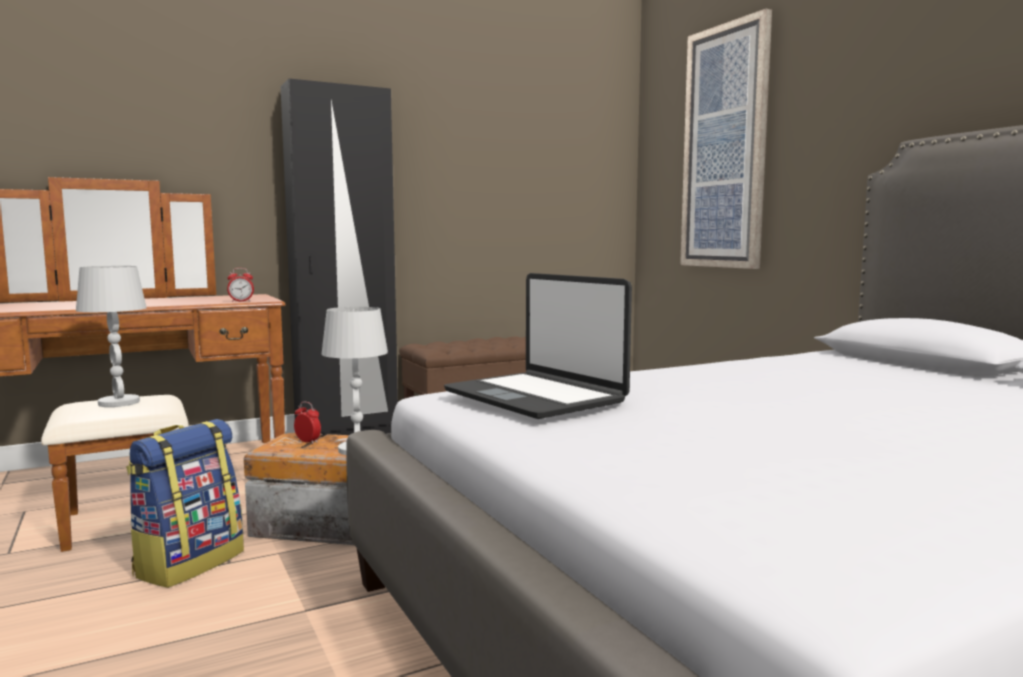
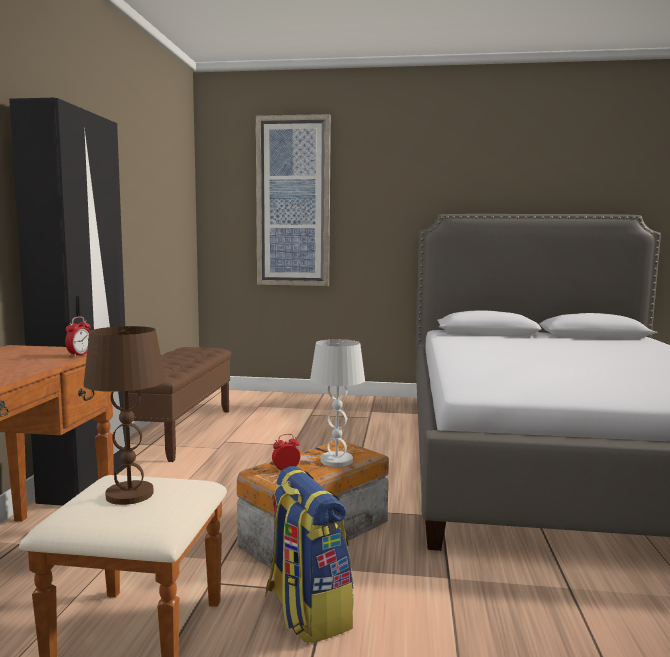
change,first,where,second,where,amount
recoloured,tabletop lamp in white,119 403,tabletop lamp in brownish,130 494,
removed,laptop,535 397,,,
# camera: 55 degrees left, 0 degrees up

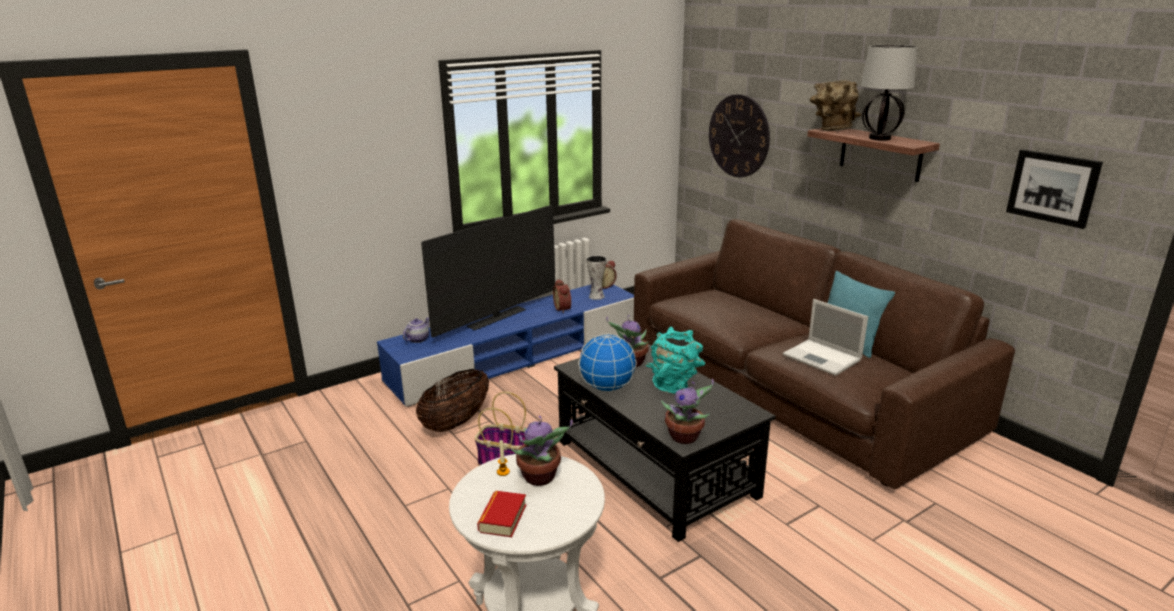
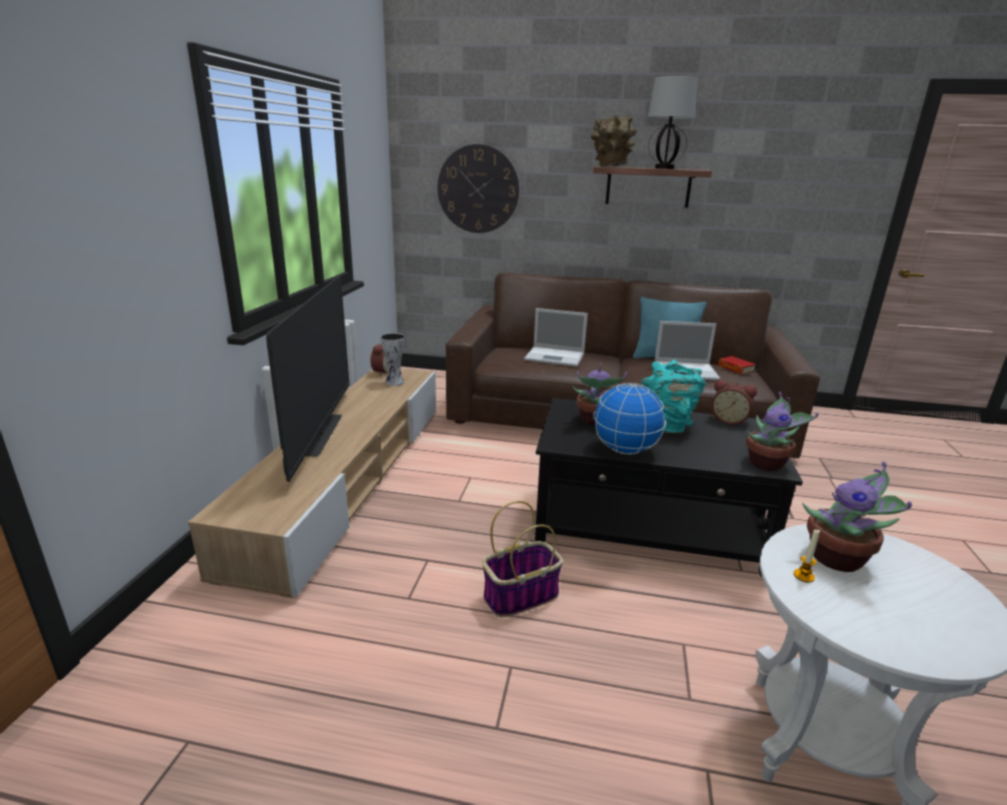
change,first,where,second,where,amount
recoloured,media console in blue,518 357,media console in beige,348 478,
added,,,laptop,556 357,
moved,table clock,563 308,,729 420,
moved,book,502 518,,735 368,
removed,pot for tea,418 339,,,
removed,basket,456 422,,,
removed,wall art,1053 187,,,
# camera: 45 degrees left, 0 degrees up

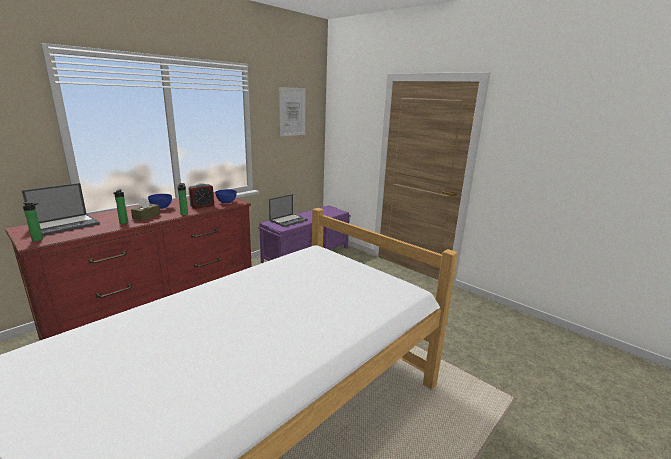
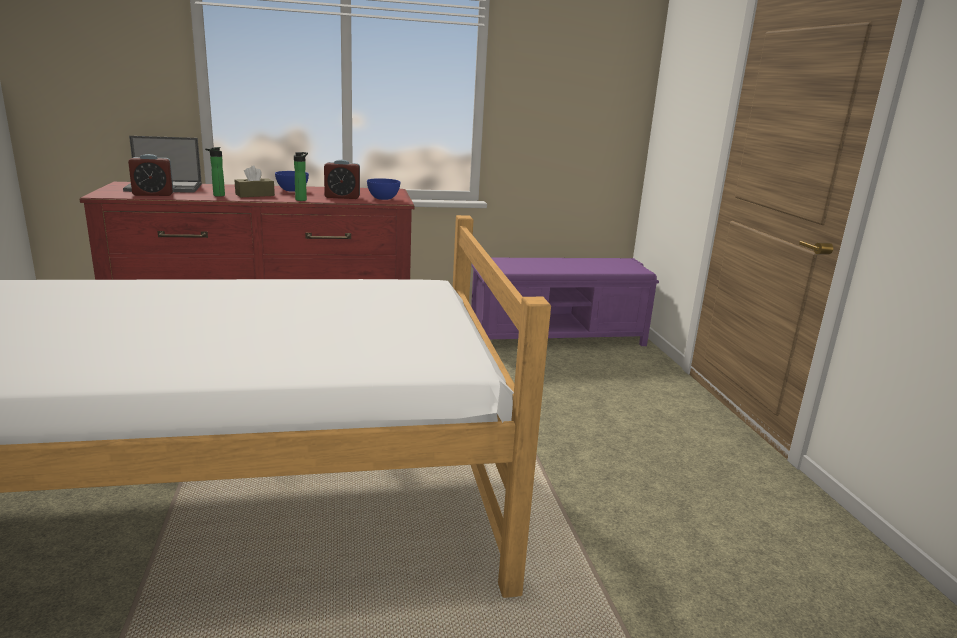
change,first,where,second,where,amount
added,,,table clock,153 194,
removed,beverage bottle,39 239,,,
removed,laptop,288 220,,,
removed,wall art,292 112,,,
# camera: 35 degrees right, 0 degrees up

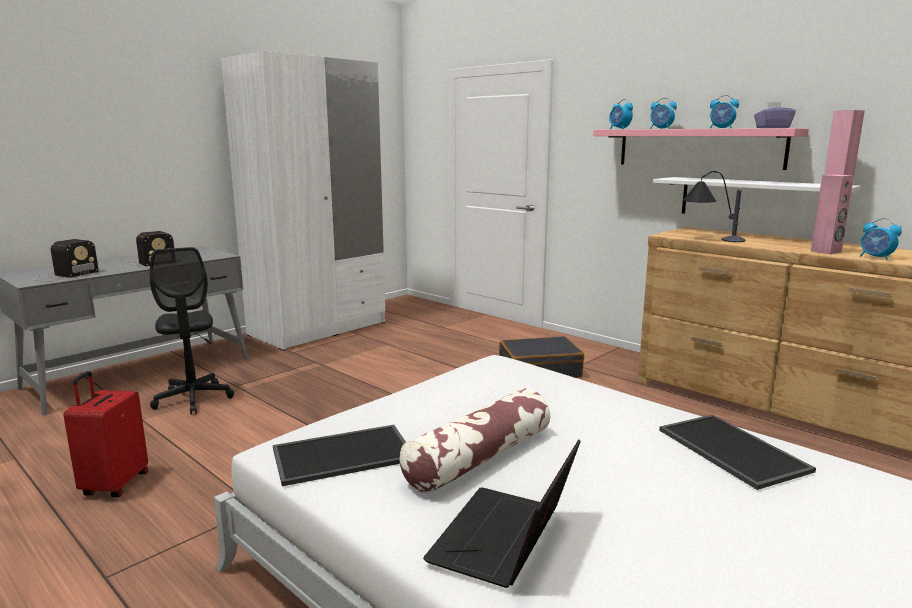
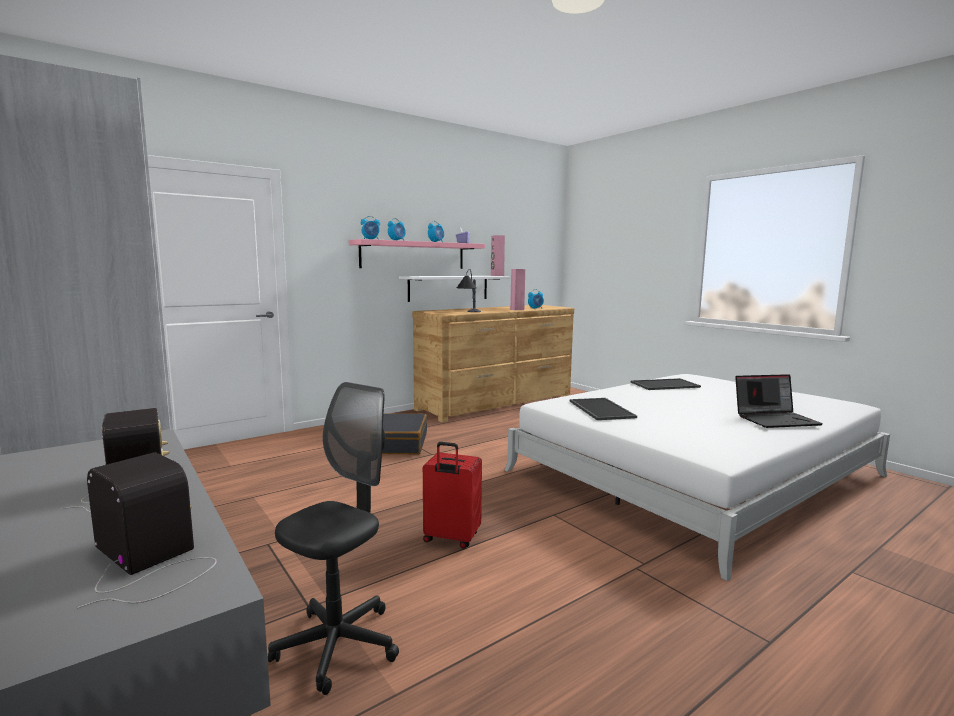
change,first,where,second,where,amount
turned,desk chair in black-coloured,193 399,,338 645,45 degrees counterclockwise
moved,travel case in red-coloured,114 485,,451 538,
moved,tray,344 453,,600 409,
turned,laptop,505 540,,776 419,45 degrees counterclockwise
removed,cushion,479 458,,,
# camera: 80 degrees left, 5 degrees down

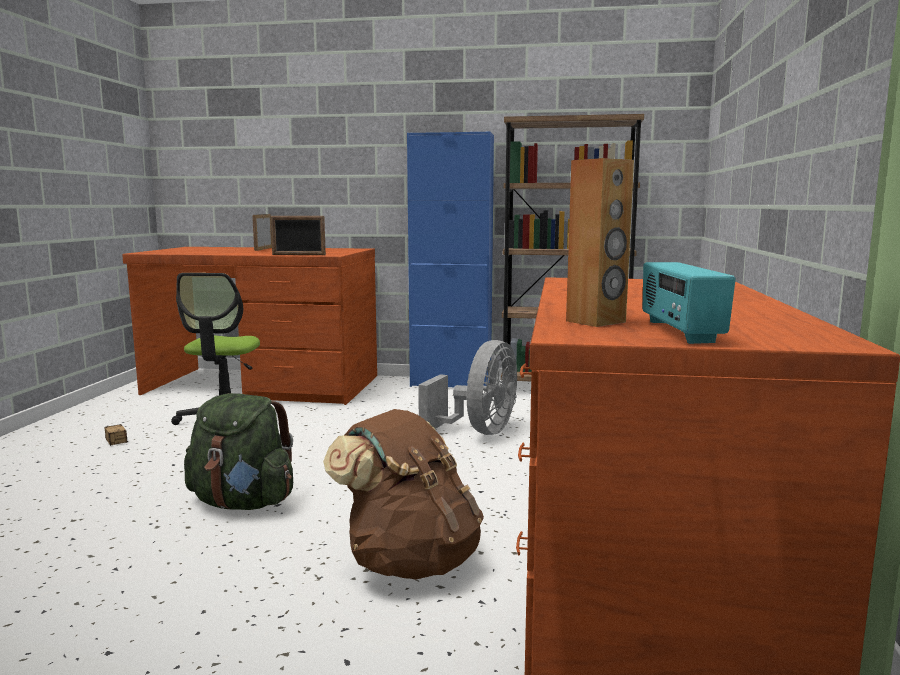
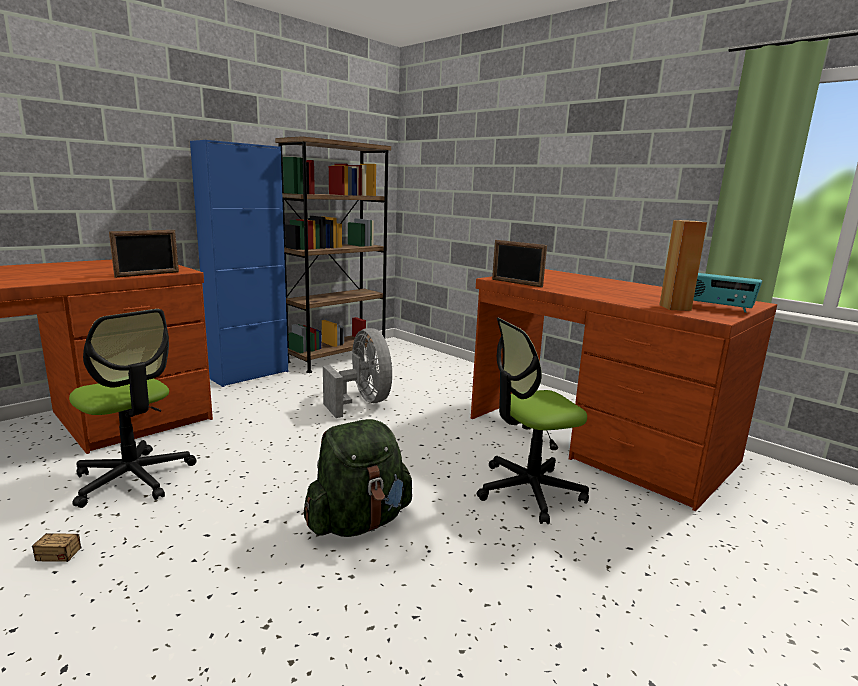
change,first,where,second,where,amount
replaced,knapsack in brownish,409 561,desk chair,529 491,
moved,standing frame,263 249,,516 283,
# camera: 55 degrees left, 5 degrees up

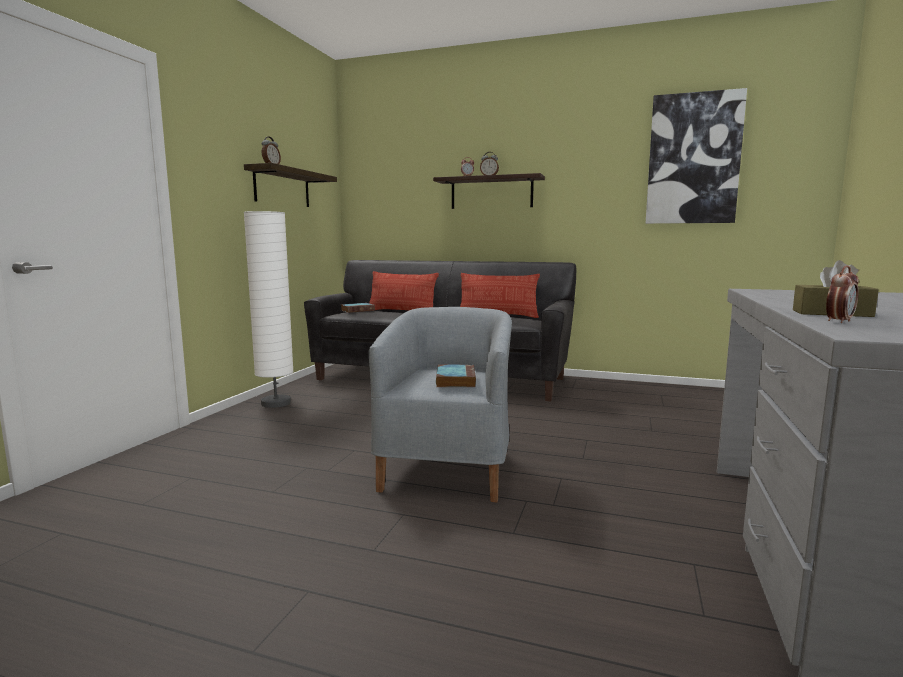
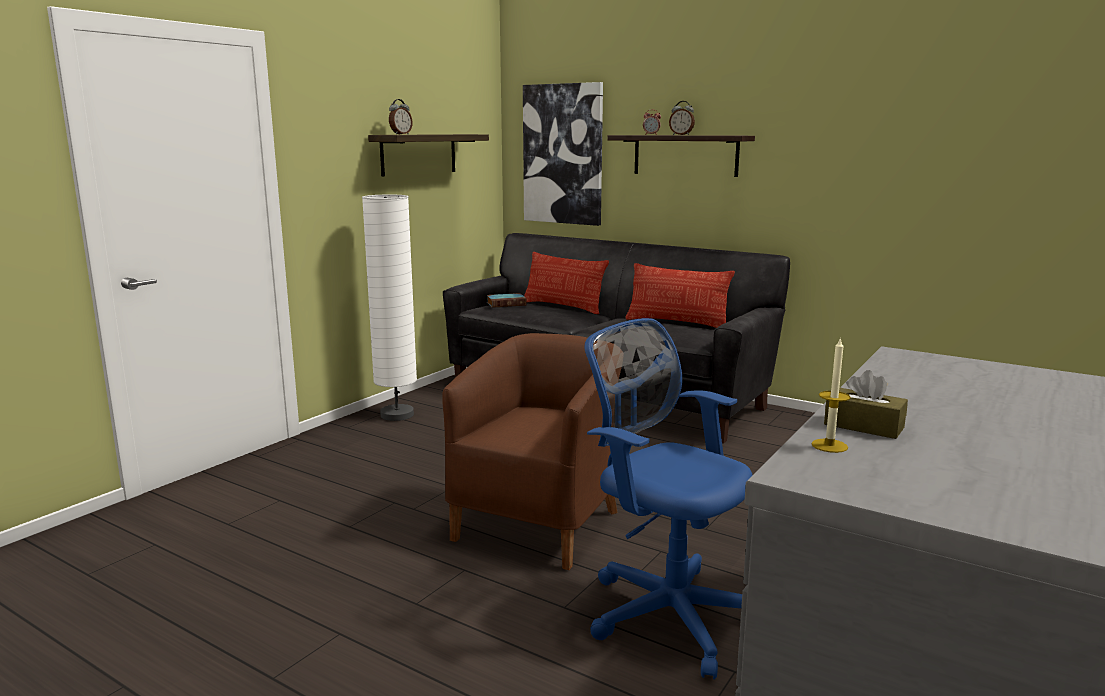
change,first,where,second,where,amount
recoloured,easy chair in greyish,448 468,easy chair in brownish,541 522,
moved,wall art,693 159,,563 154,
added,,,desk chair in blue,667 612,
replaced,table clock,839 321,wax candle,829 445,
removed,book,455 380,,,
# camera: 15 degrees right, 5 degrees up

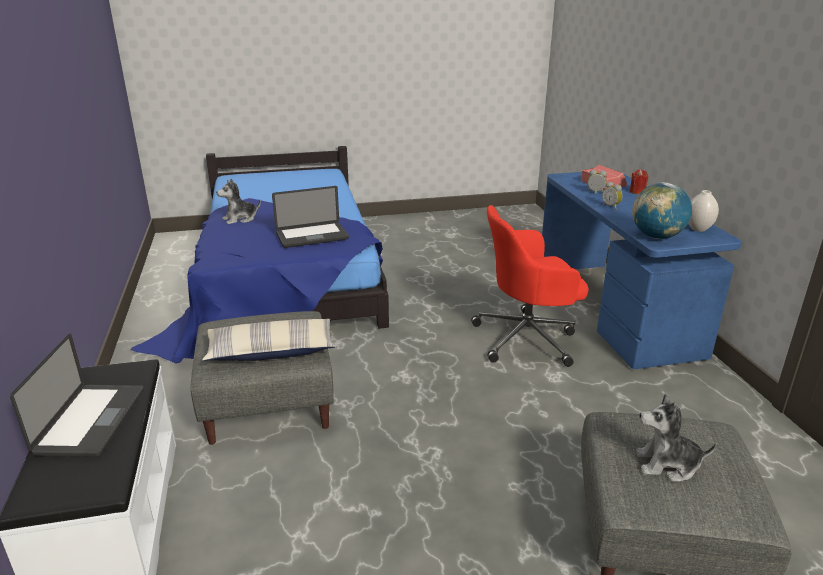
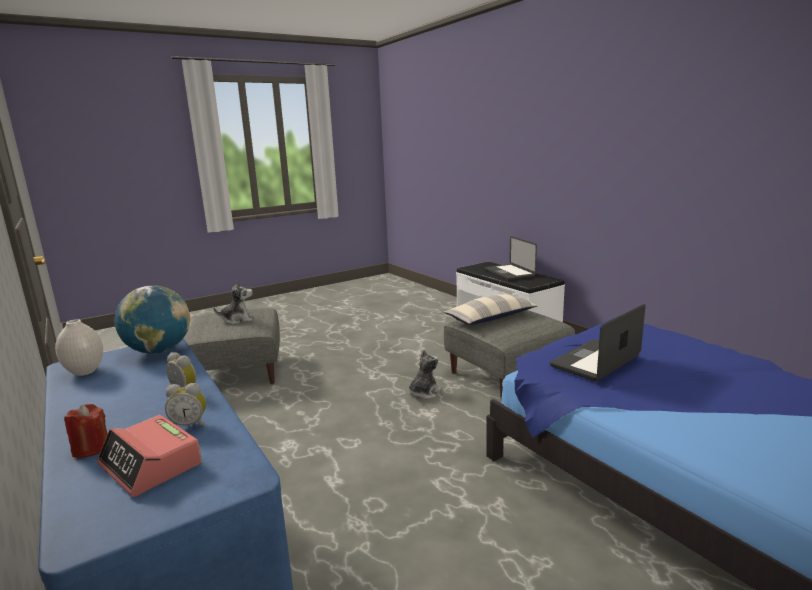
change,first,where,second,where,amount
moved,soft toy,240 219,,424 393,
removed,desk chair in red-coloured,527 338,,,
# camera: 160 degrees right, 10 degrees down

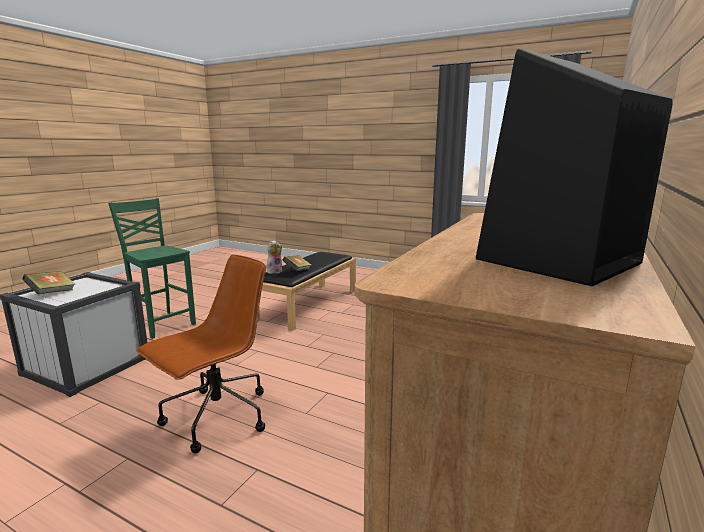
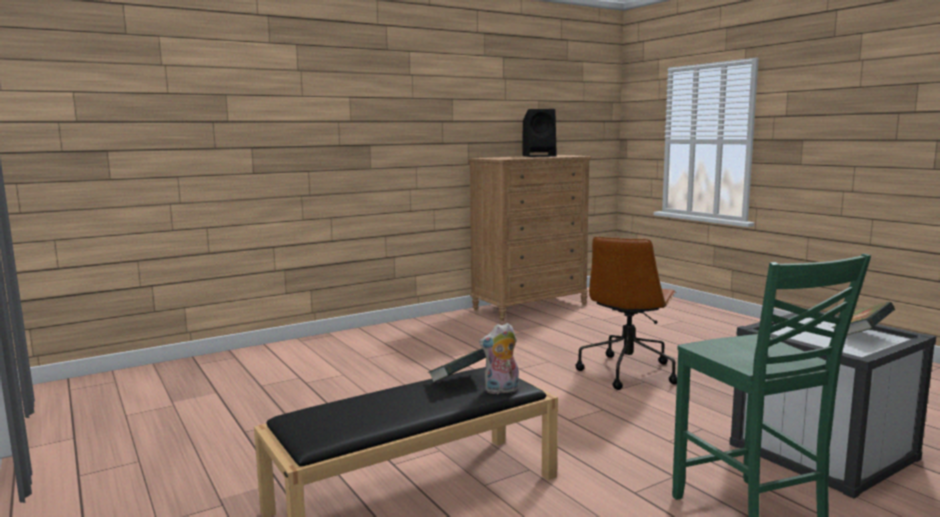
change,first,where,second,where,amount
turned,desk chair in brownish,216 418,,627 372,45 degrees counterclockwise
# camera: 150 degrees left, 5 degrees down

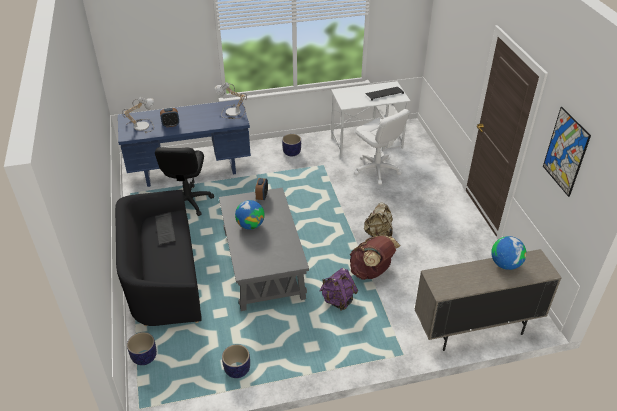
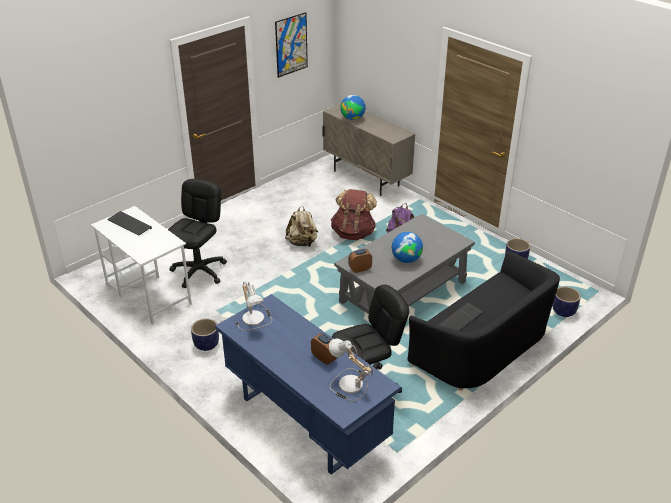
change,first,where,second,where,amount
recoloured,desk chair in white,377 170,desk chair in black-coloured,199 271,
# camera: 120 degrees left, 5 degrees down

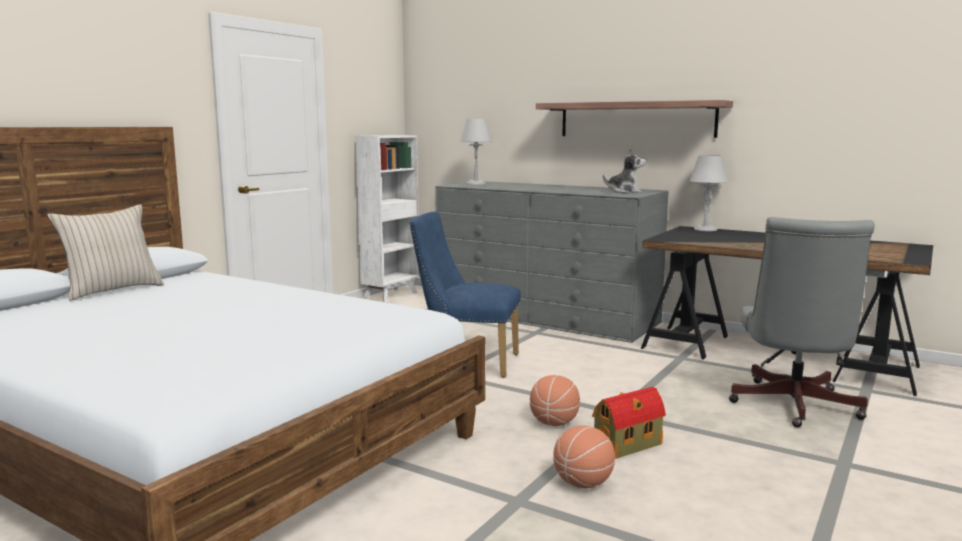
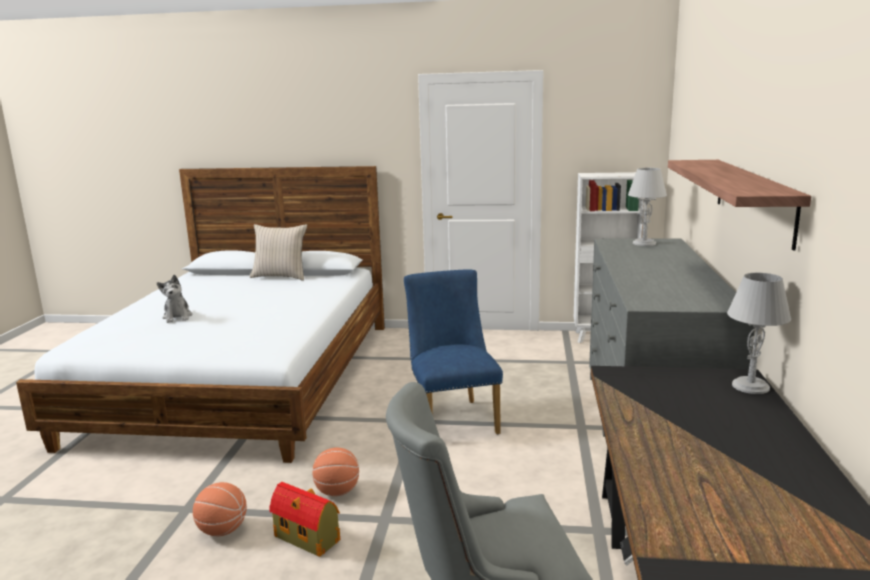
change,first,where,second,where,amount
moved,soft toy,624 192,,177 317,
# camera: 65 degrees right, 5 degrees up

